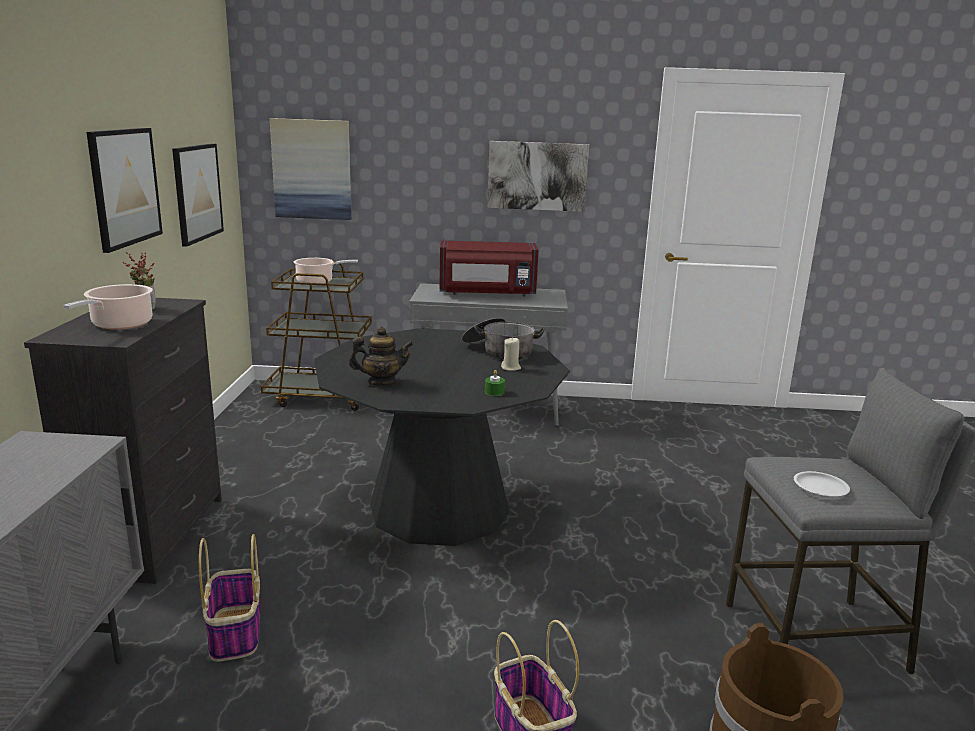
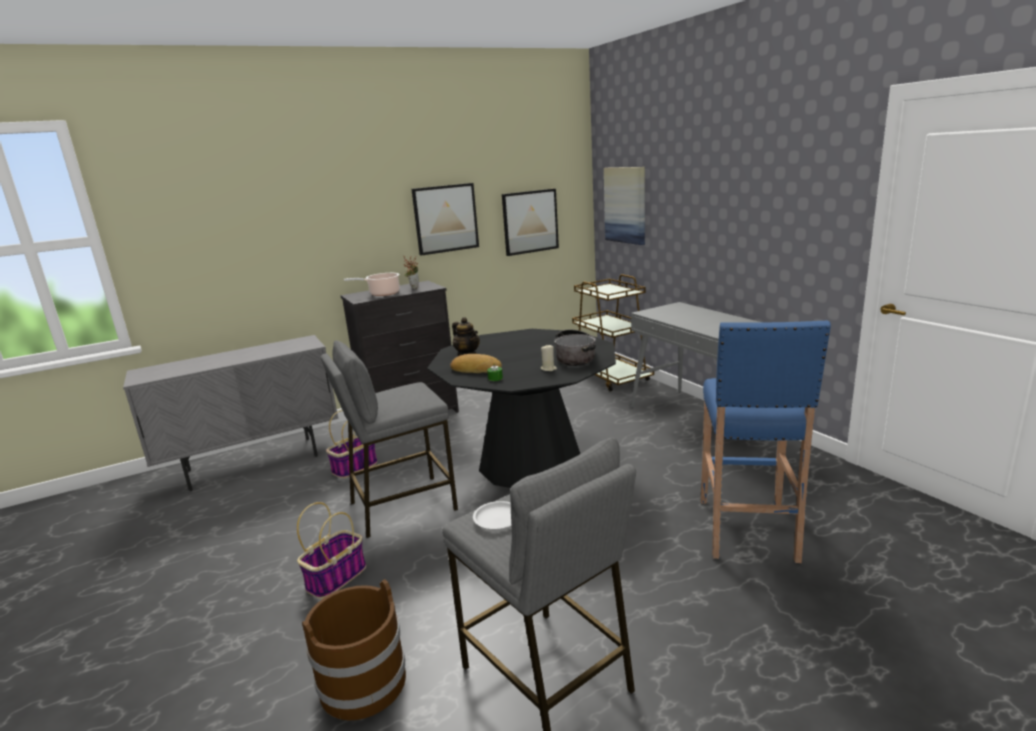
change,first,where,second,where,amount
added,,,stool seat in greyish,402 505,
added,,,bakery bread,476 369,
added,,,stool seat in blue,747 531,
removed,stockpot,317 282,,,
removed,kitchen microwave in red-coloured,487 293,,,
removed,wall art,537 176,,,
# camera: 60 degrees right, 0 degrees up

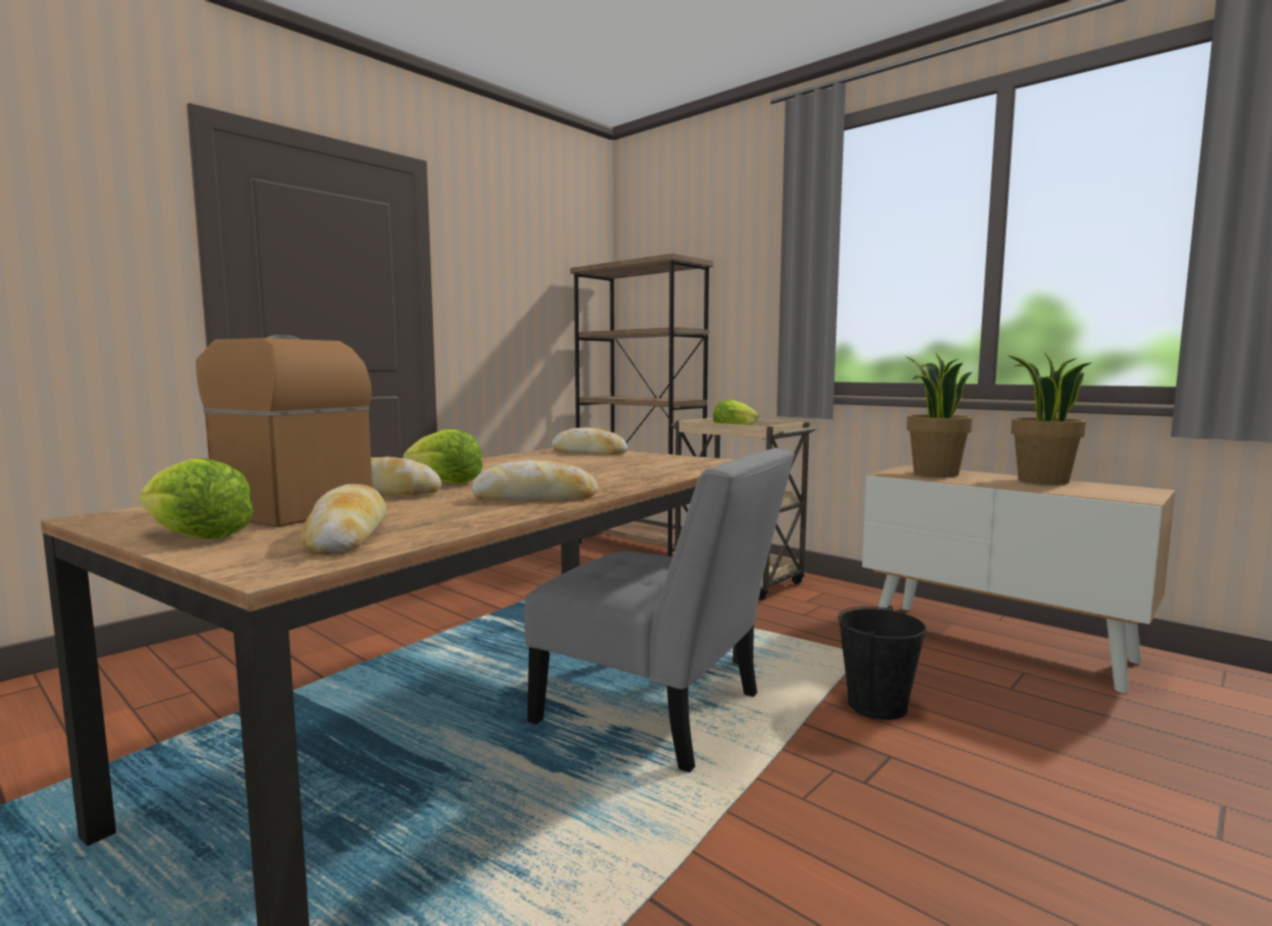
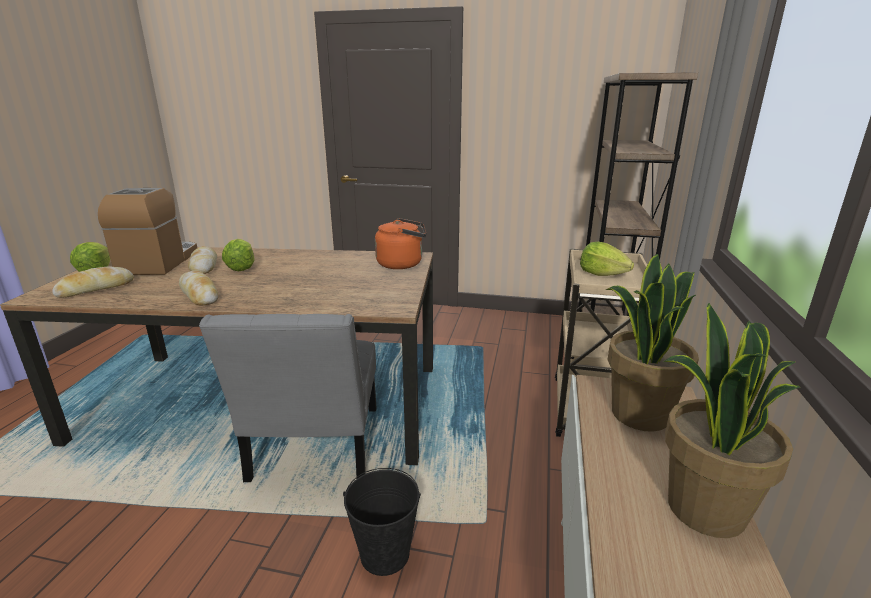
change,first,where,second,where,amount
replaced,bakery bread,589 452,water kettle in orange,402 264,
# camera: 60 degrees right, 15 degrees up

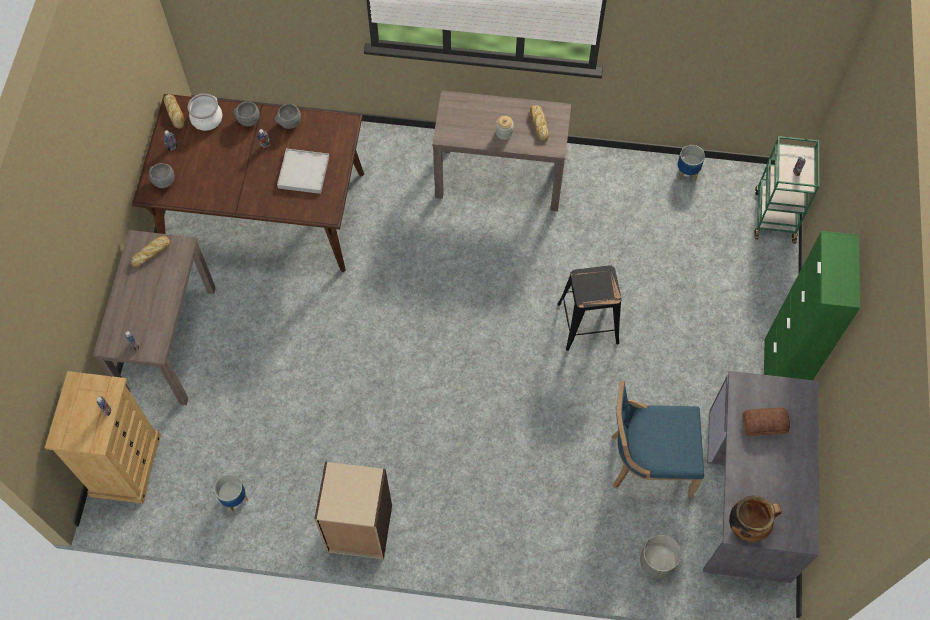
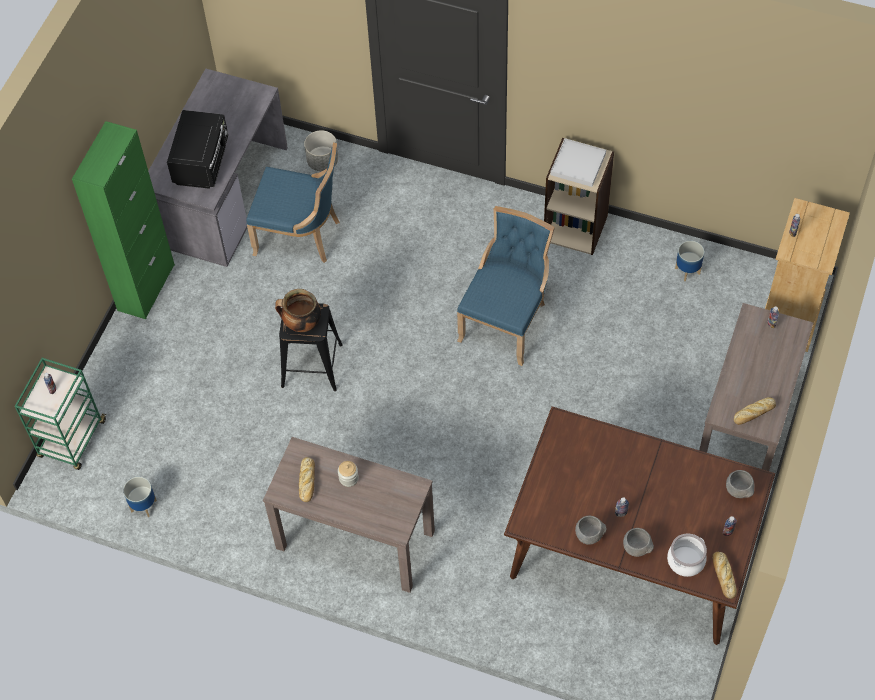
change,first,where,second,where,amount
replaced,bakery bread,765 424,kitchen microwave in black-coloured,202 162,
moved,stockpot,747 525,,301 324,
added,,,upright chair in blue,506 321,
moved,tray in white,303 172,,578 164,
# camera: 165 degrees left, 5 degrees down

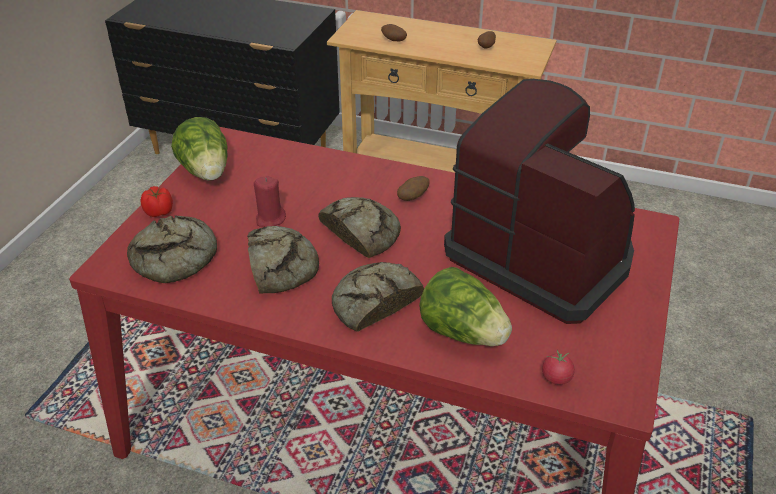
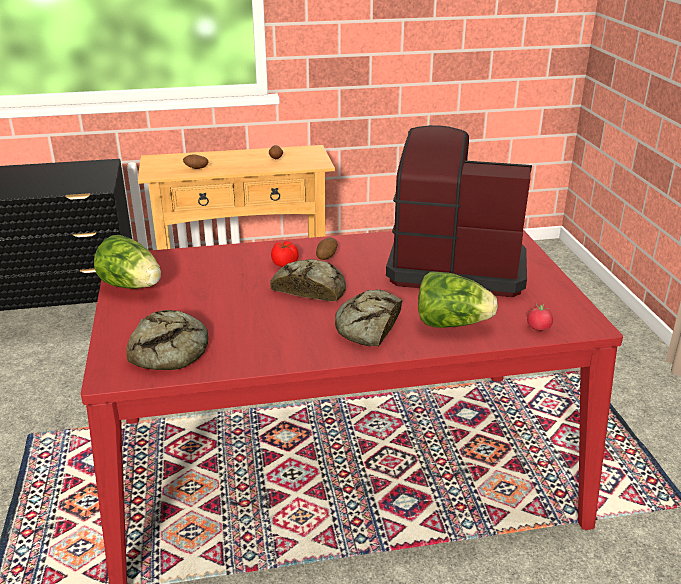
change,first,where,second,where,amount
moved,whole tomato,159 212,,285 263,
removed,bakery bread,280 265,,,
removed,wax candle in red-coloured,270 219,,,
# camera: 30 degrees left, 10 degrees down

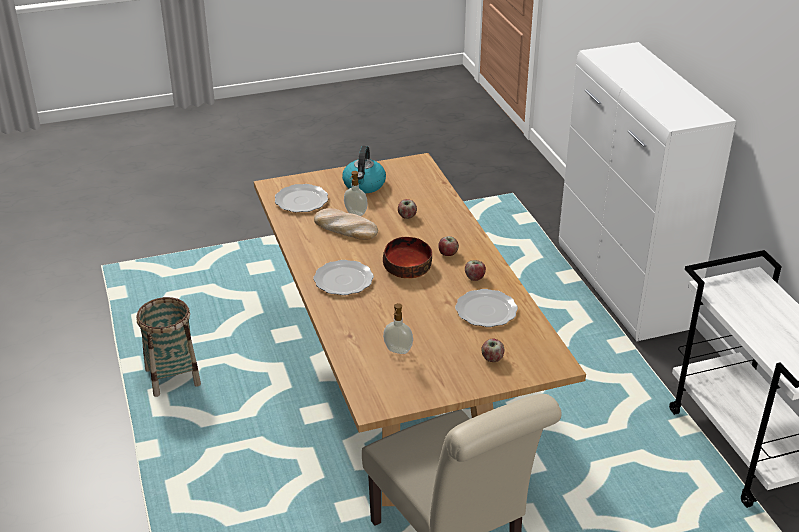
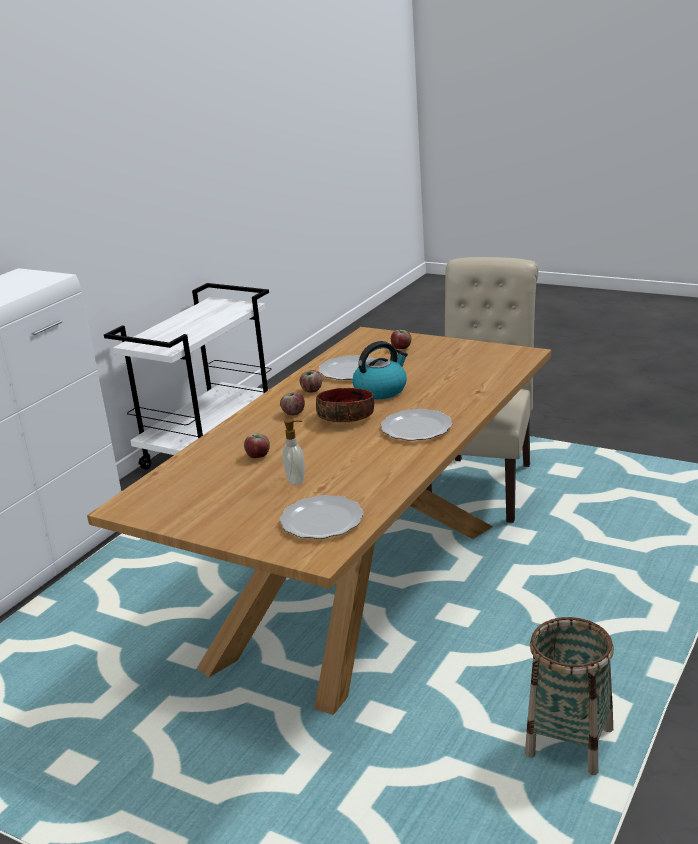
change,first,where,second,where,amount
moved,water kettle,364 185,,381 390,
removed,bakery bread,345 228,,,
removed,liquid soap bottle,397 351,,,
# camera: 130 degrees left, 10 degrees down

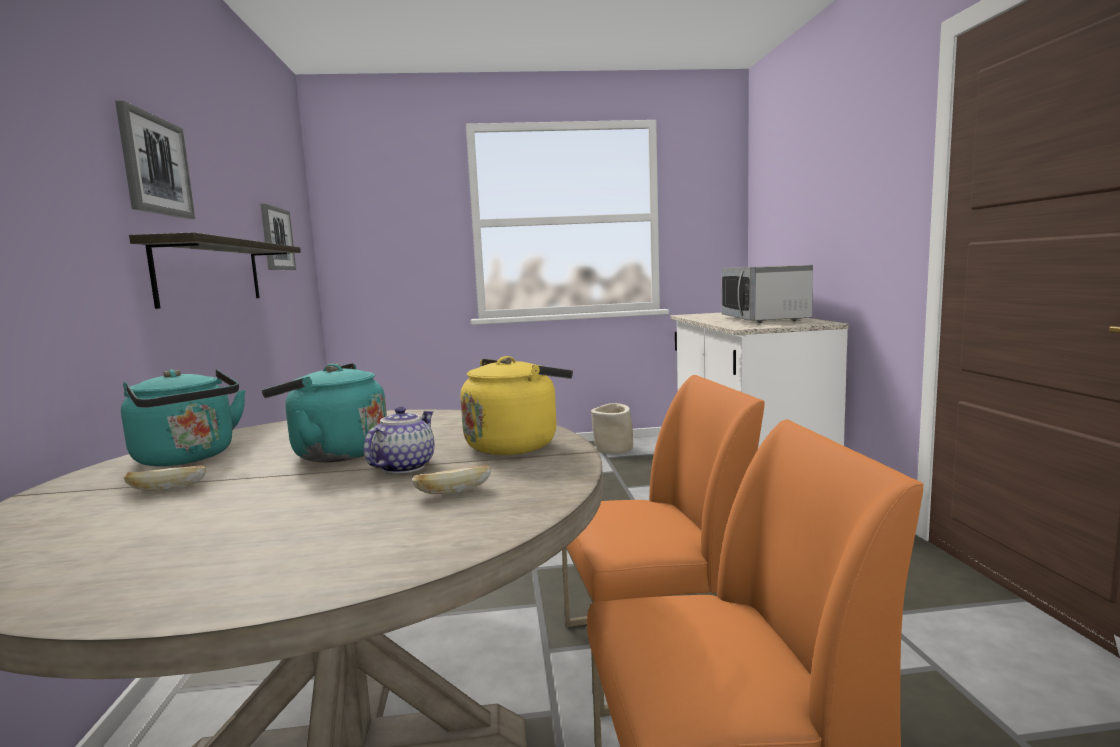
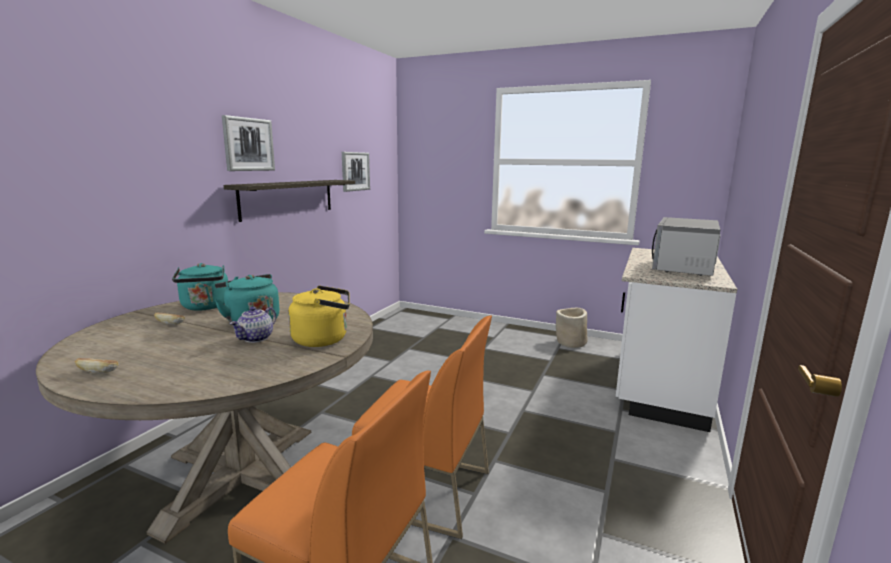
change,first,where,second,where,amount
moved,bakery bread,453 492,,98 372,
turned,pot for tea,403 467,,256 338,150 degrees clockwise
# camera: 30 degrees right, 5 degrees up

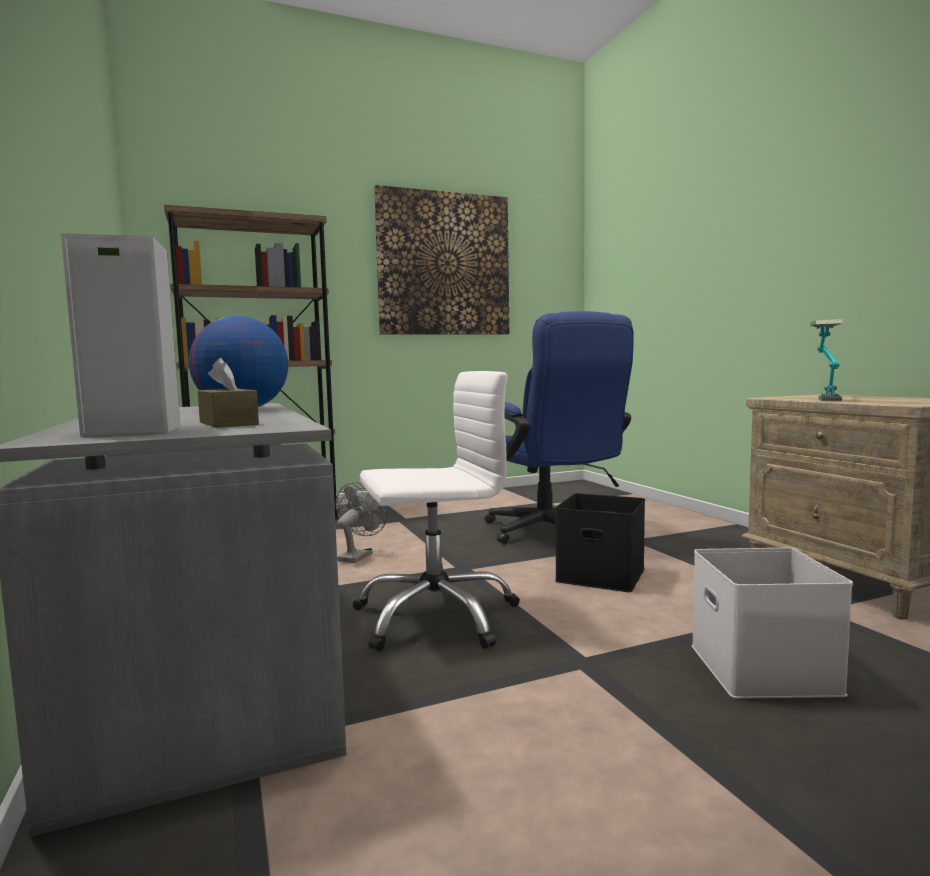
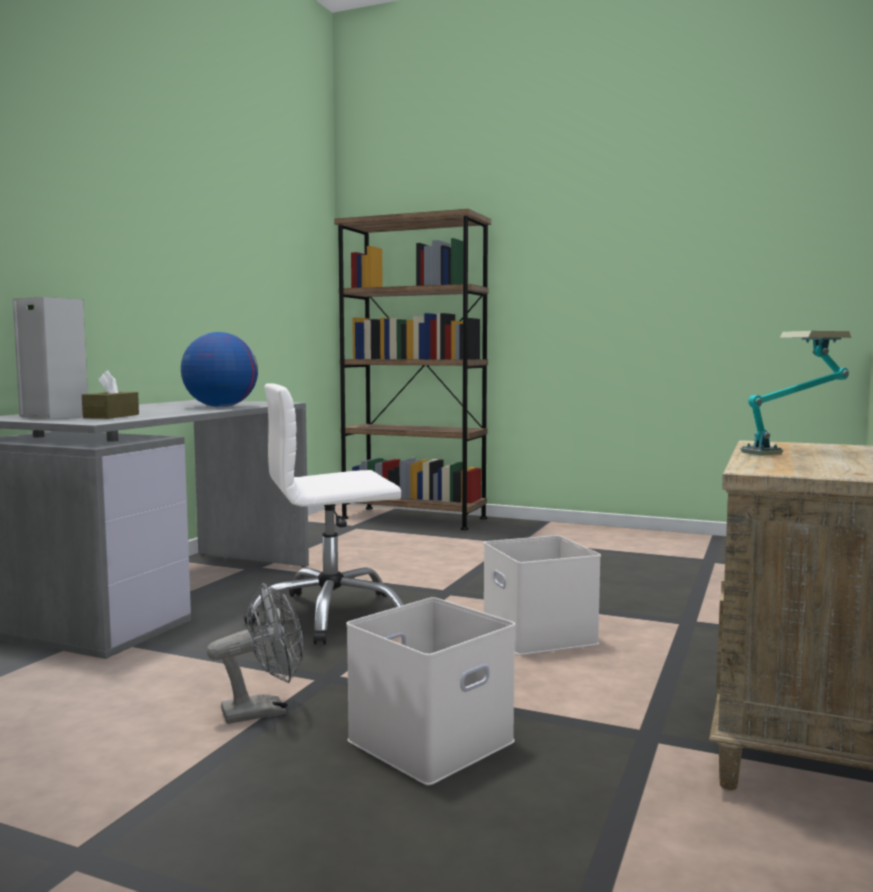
change,first,where,second,where,amount
moved,fan in greyish,358 556,,264 711,
turned,desk chair in white,435 616,,330 615,135 degrees clockwise
recoloured,storage box in black-coloured,603 574,storage box in white,541 635,
removed,wall art,444 264,,,
removed,desk chair in blue,552 533,,,
# camera: 45 degrees right, 0 degrees up

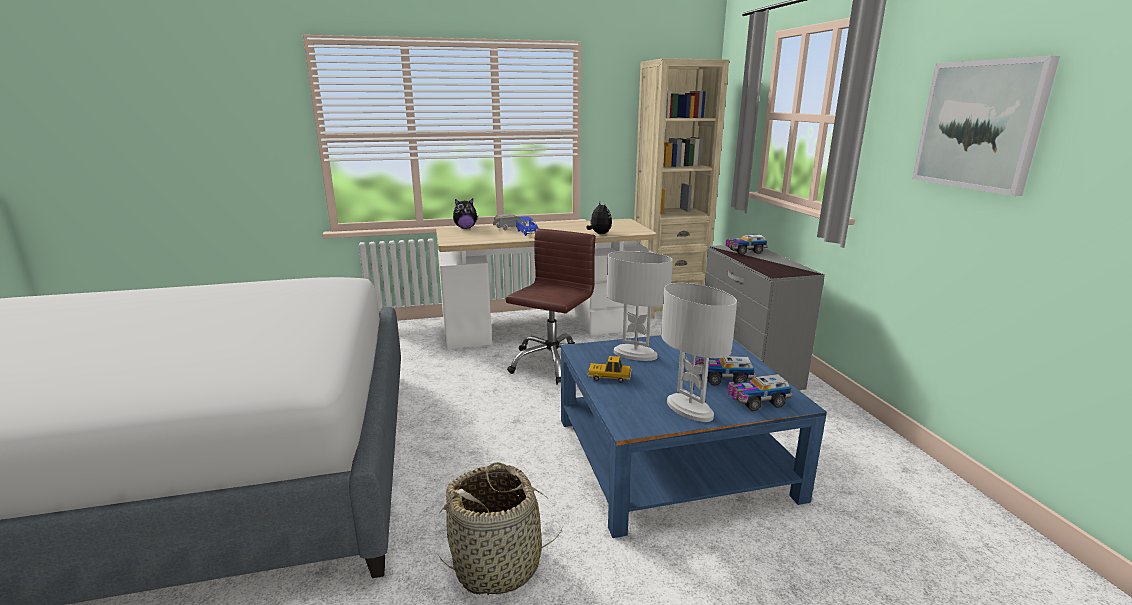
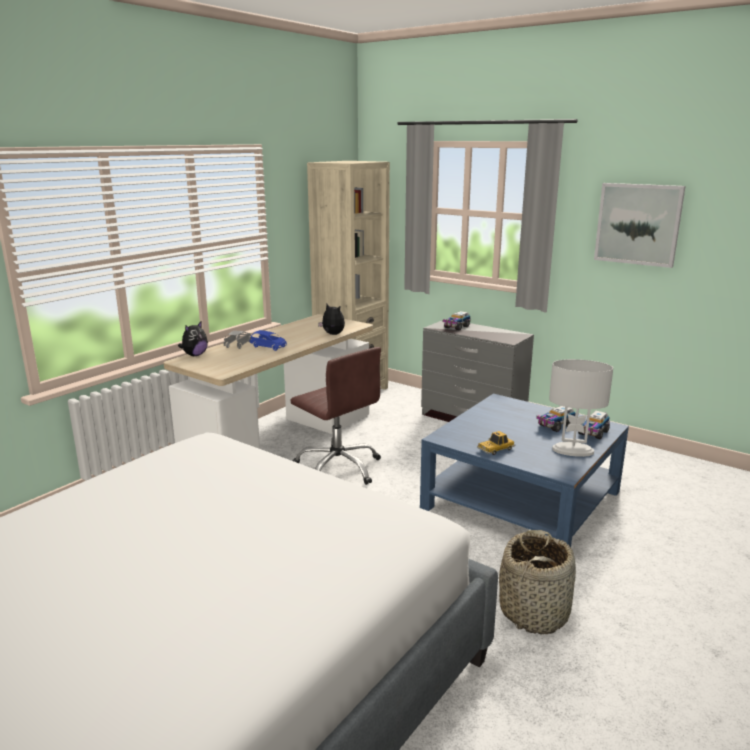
change,first,where,second,where,amount
turned,desk chair in brownish,551 363,,338 468,150 degrees clockwise
removed,tabletop lamp in white,634 354,,,
# camera: 40 degrees left, 0 degrees up

